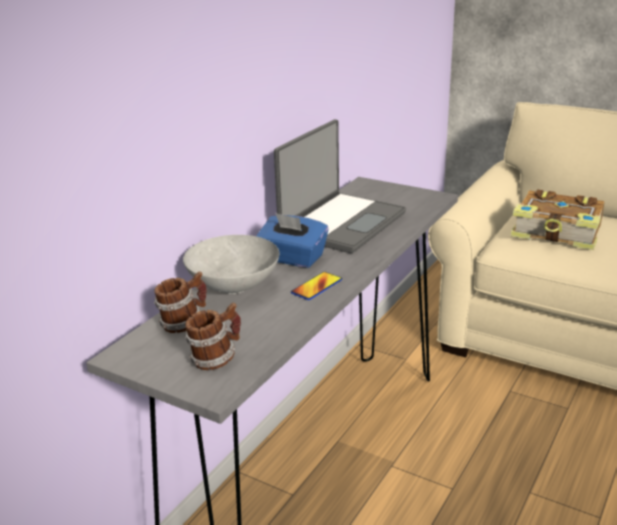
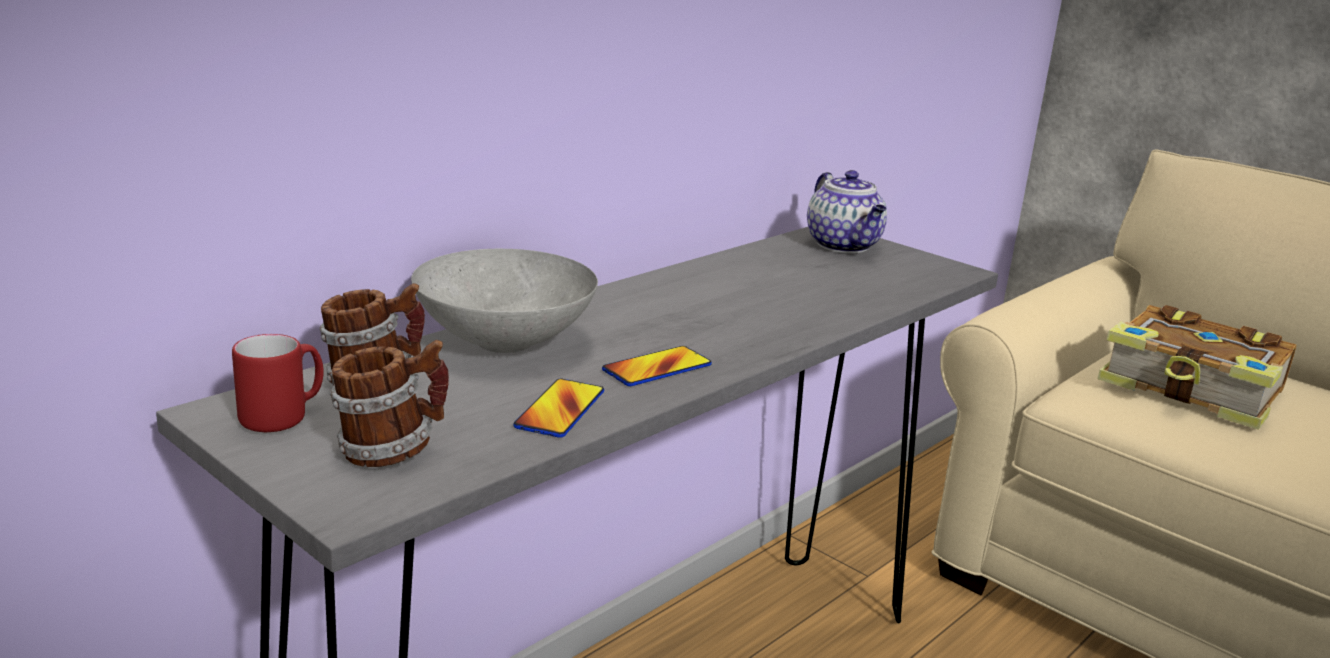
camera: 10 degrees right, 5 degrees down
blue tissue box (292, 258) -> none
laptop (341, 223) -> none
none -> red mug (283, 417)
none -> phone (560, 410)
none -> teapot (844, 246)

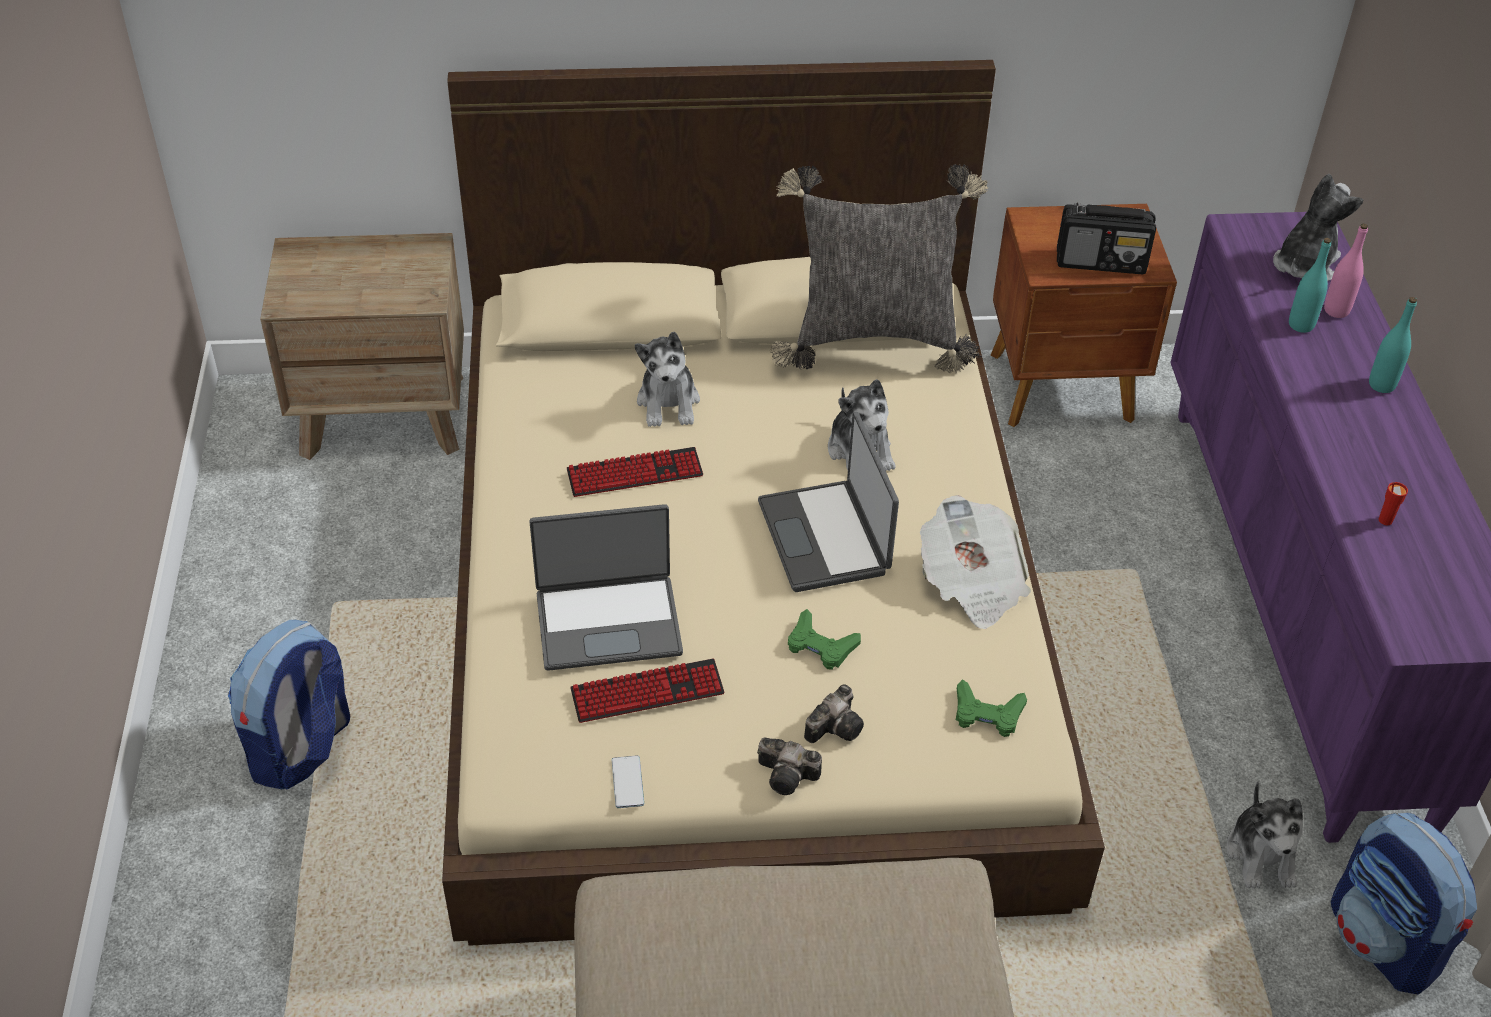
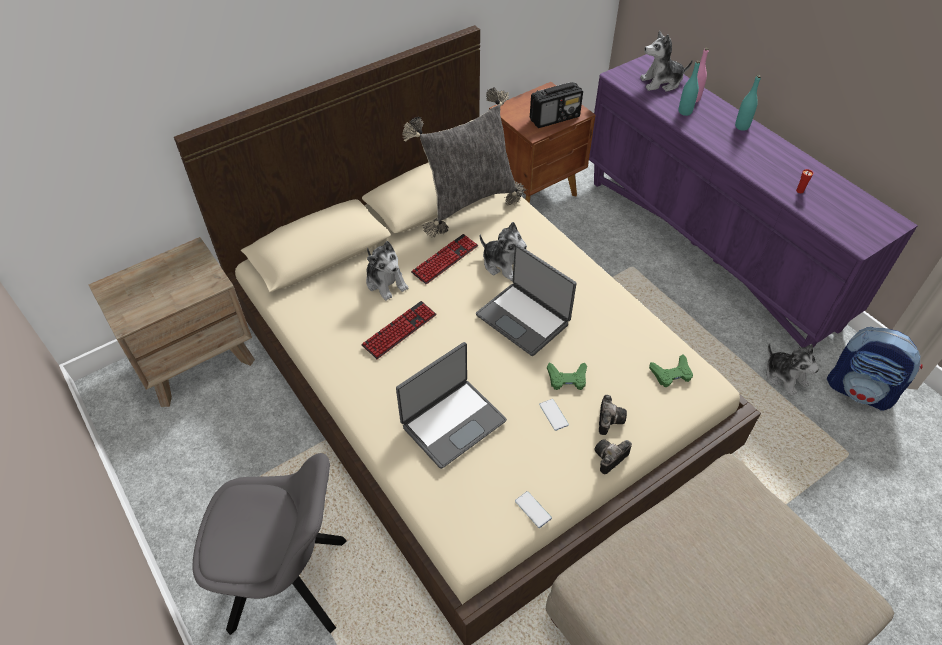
camera: 30 degrees left, 5 degrees up
newspaper (972, 583) -> none
none -> phone (553, 414)
keyboard (647, 692) -> keyboard (445, 260), moved
backpack (301, 749) -> grey chair (290, 583)
photo camera (789, 776) -> photo camera (609, 459), 150 degrees clockwise
plush toy (1304, 265) -> plush toy (661, 82), 105 degrees counterclockwise

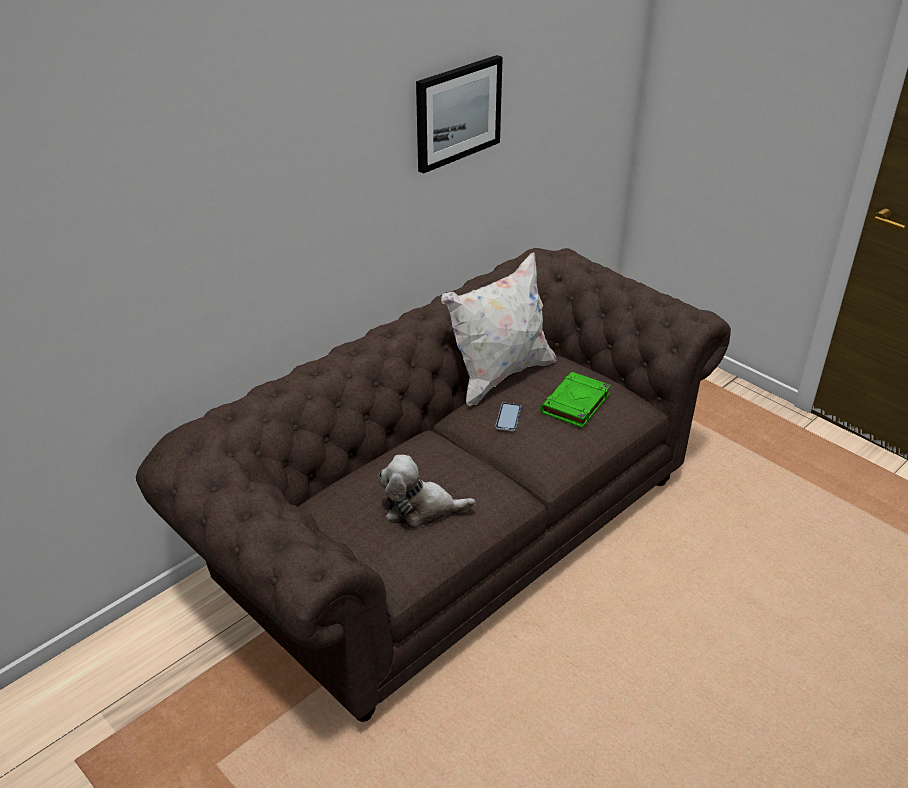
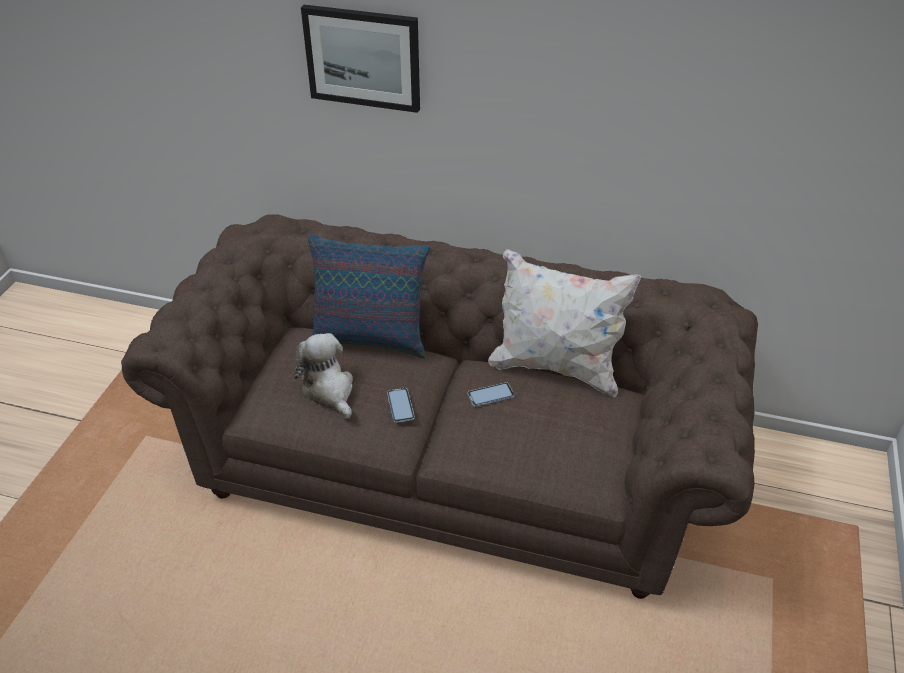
camera: 60 degrees right, 5 degrees up
green book (575, 404) -> none
none -> blue pillow (370, 341)
none -> phone (400, 406)
picture (457, 112) -> picture (363, 57), moved

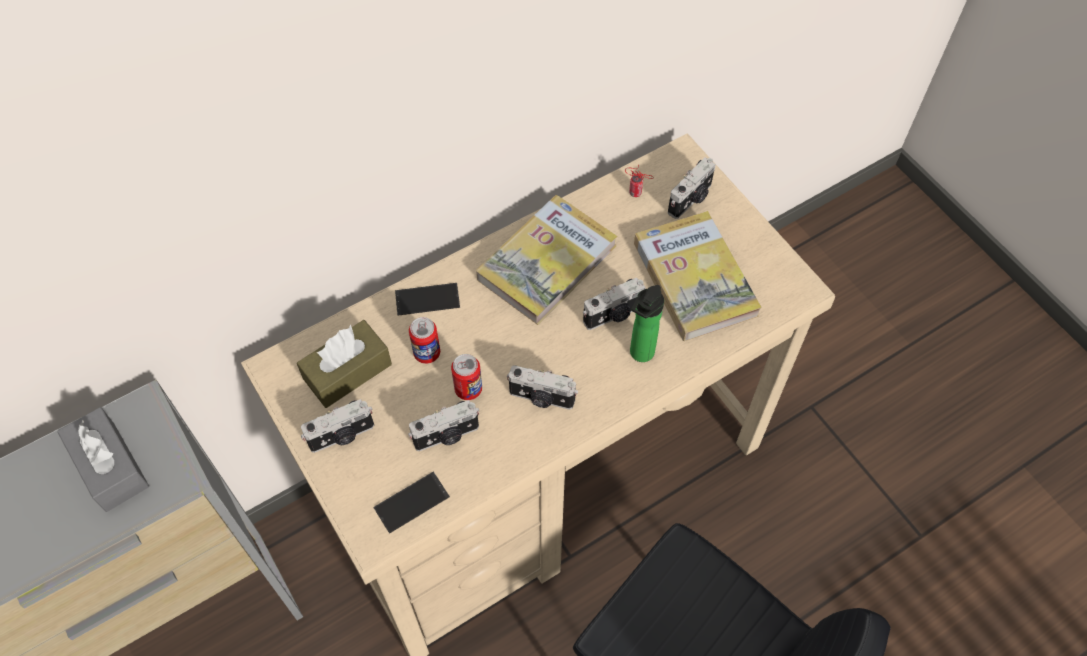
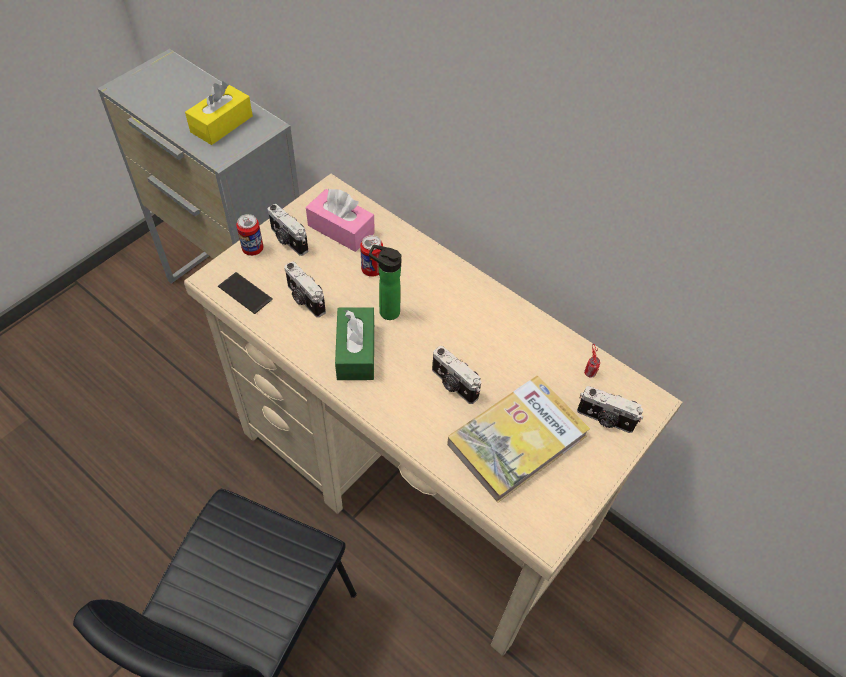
camera: 70 degrees right, 5 degrees down
phone (427, 299) -> none
book (547, 262) -> none
can (468, 389) -> can (253, 249), moved
bottle (639, 355) -> bottle (386, 311), moved
photo camera (541, 398) -> green tissue box (356, 351)
grey tissue box (110, 466) -> yellow tissue box (221, 124)
brown tissue box (347, 372) -> pink tissue box (341, 229)

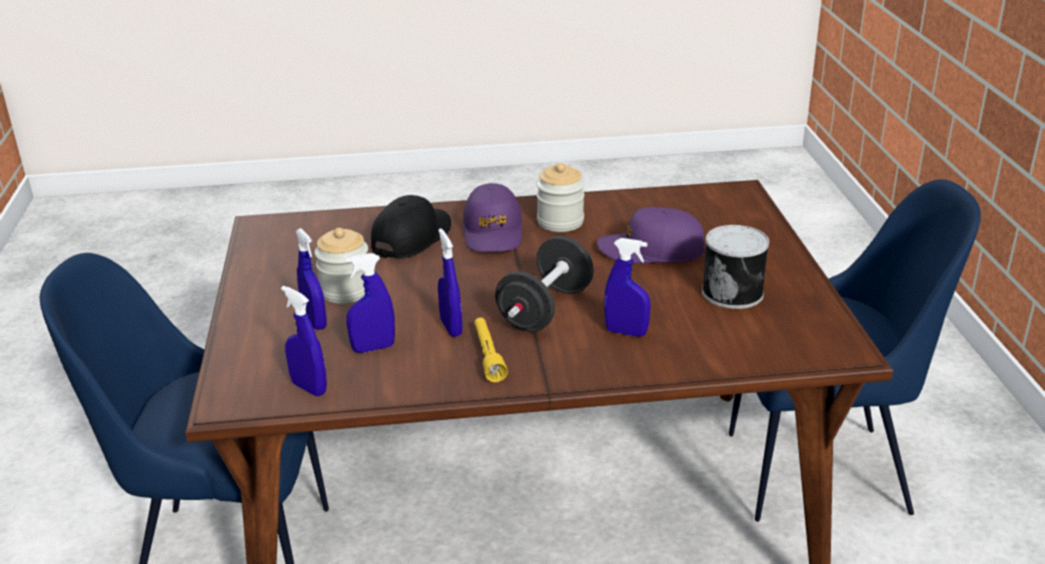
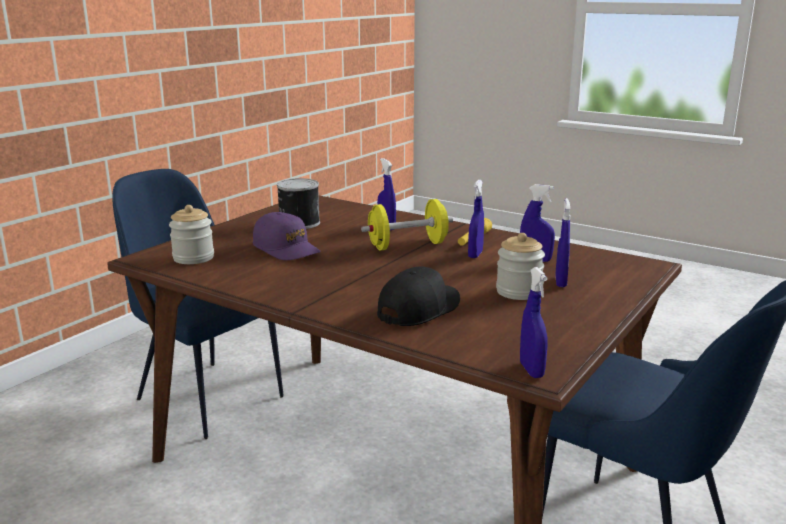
camera: 140 degrees left, 10 degrees down
purple cap (493, 232) -> none
blue spray bottle (309, 388) -> blue spray bottle (531, 370), moved
jar (560, 222) -> jar (193, 258), moved
black dumbbell (545, 309) -> yellow dumbbell (407, 245)
black cap (411, 237) -> black cap (419, 309), 150 degrees clockwise

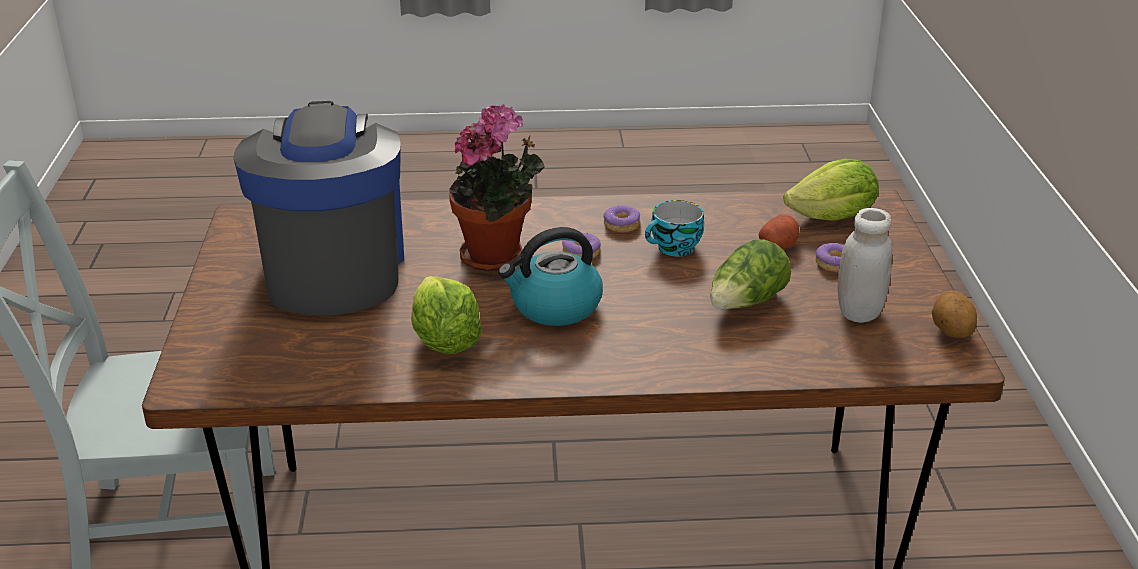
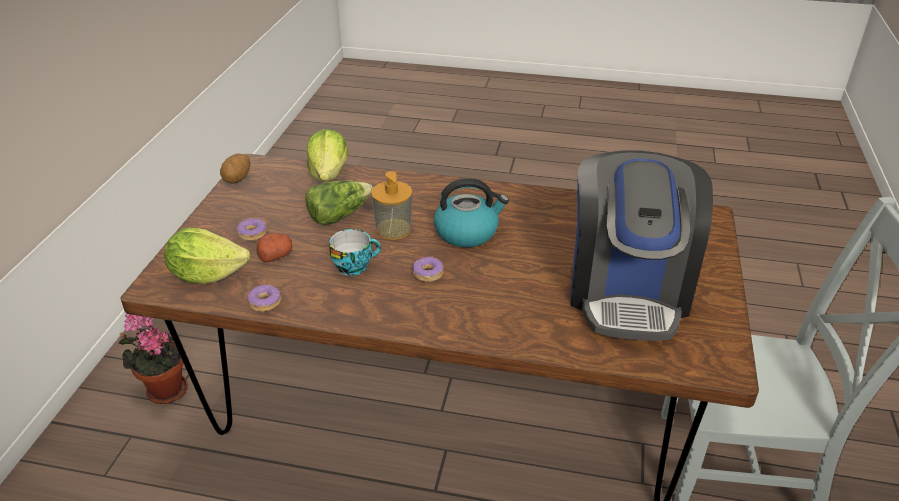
camera: 165 degrees left, 5 degrees up
white jar (859, 312) -> none
none -> soap dispenser (393, 229)
lettuce (445, 342) -> lettuce (329, 174), moved
potted plant (497, 256) -> potted plant (164, 389), moved
donut (622, 225) -> donut (265, 302), moved

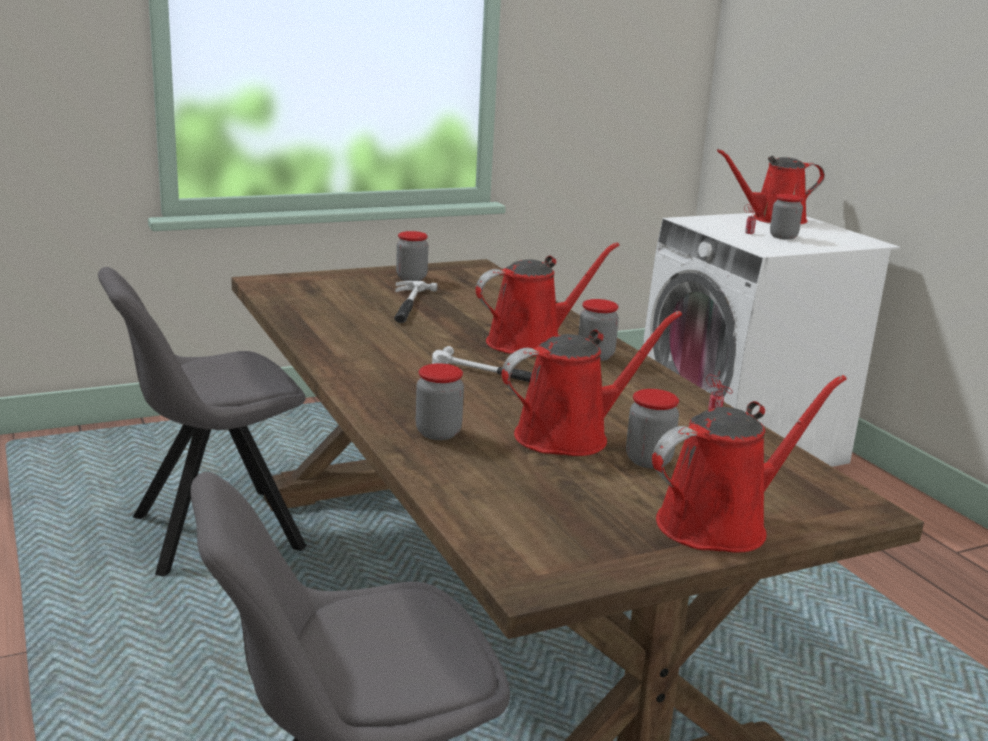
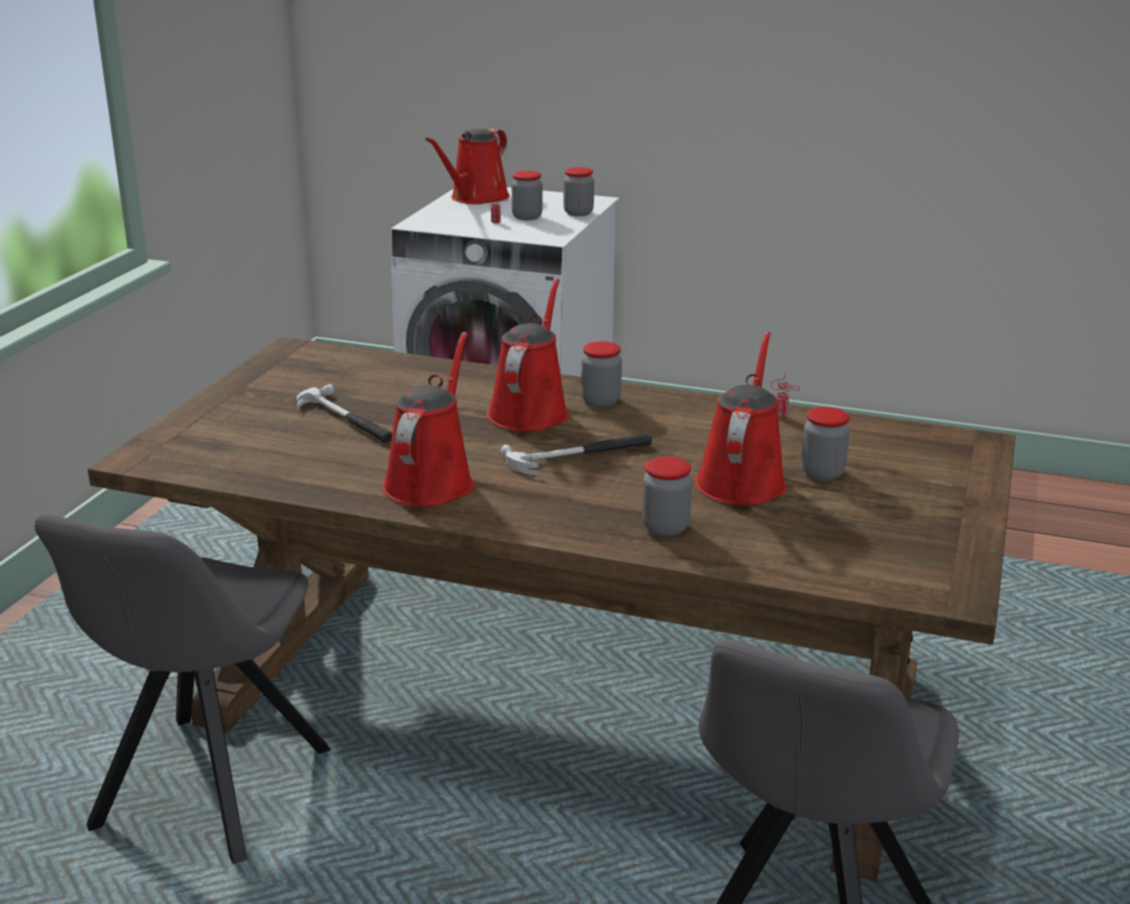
camera: 45 degrees left, 5 degrees up
jar (411, 278) -> jar (578, 213), moved
red watering can (721, 523) -> red watering can (431, 481), moved

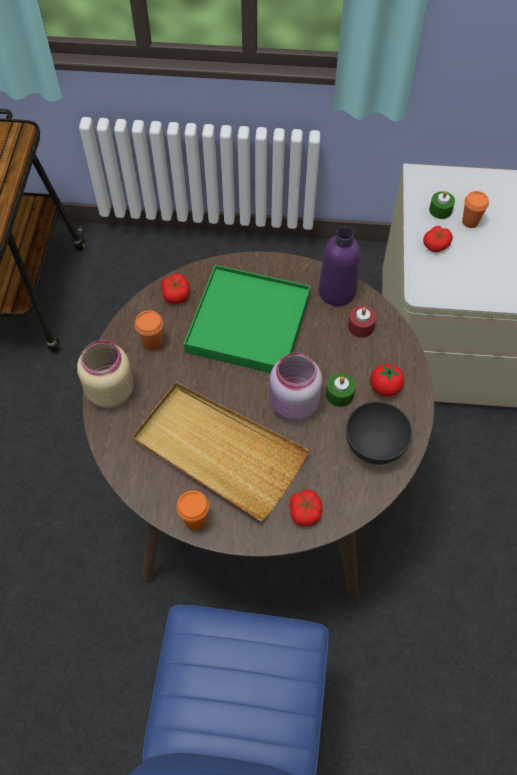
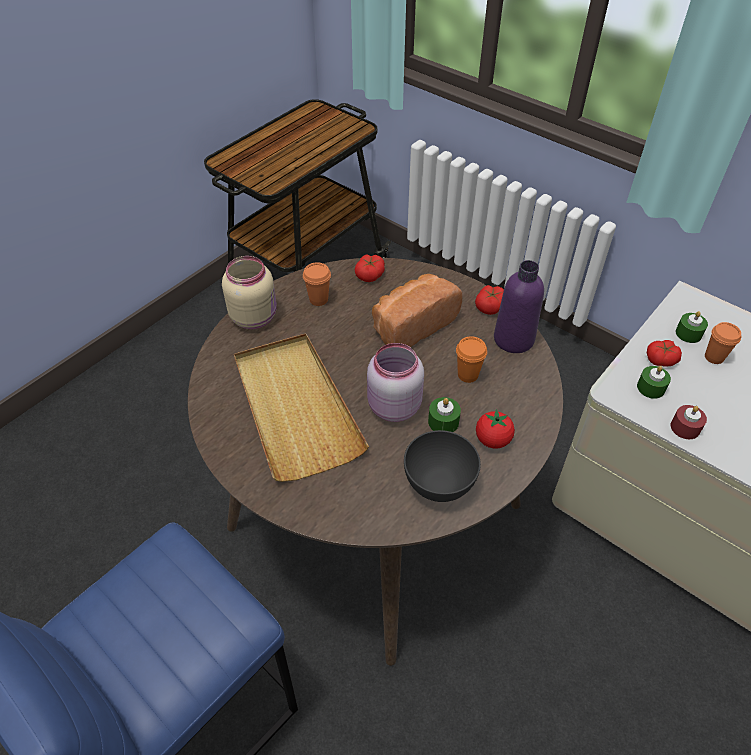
camera: 35 degrees right, 10 degrees down
none -> green candle (651, 388)
orange cup (195, 520) -> orange cup (467, 375), moved
tomato (305, 511) -> tomato (490, 306), moved
red candle (361, 326) -> red candle (685, 427), moved
green tray (249, 323) -> bread (411, 324)

